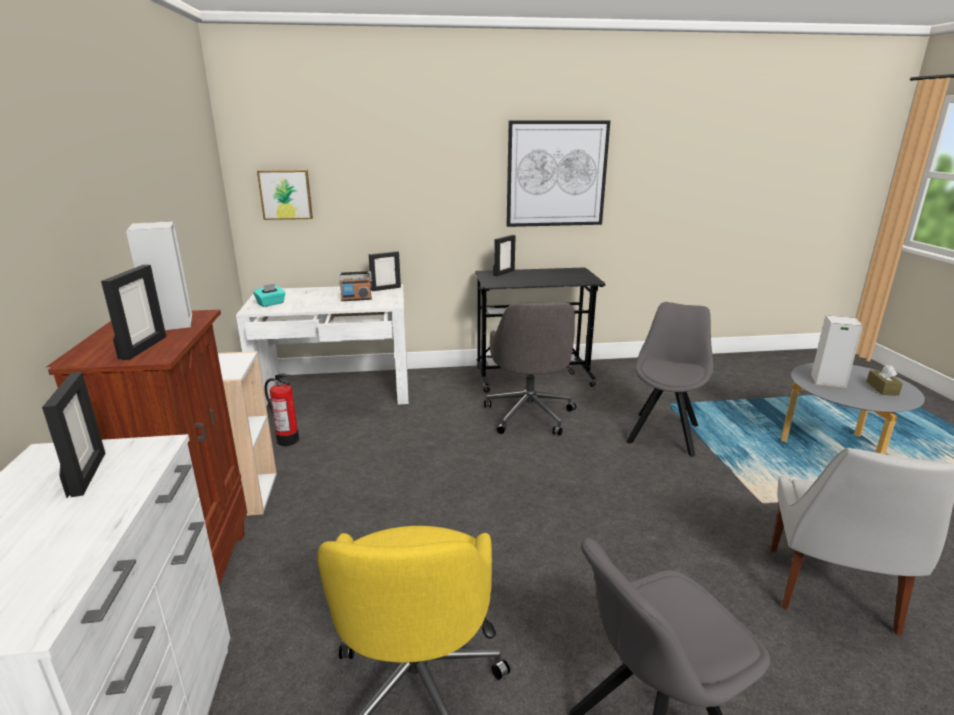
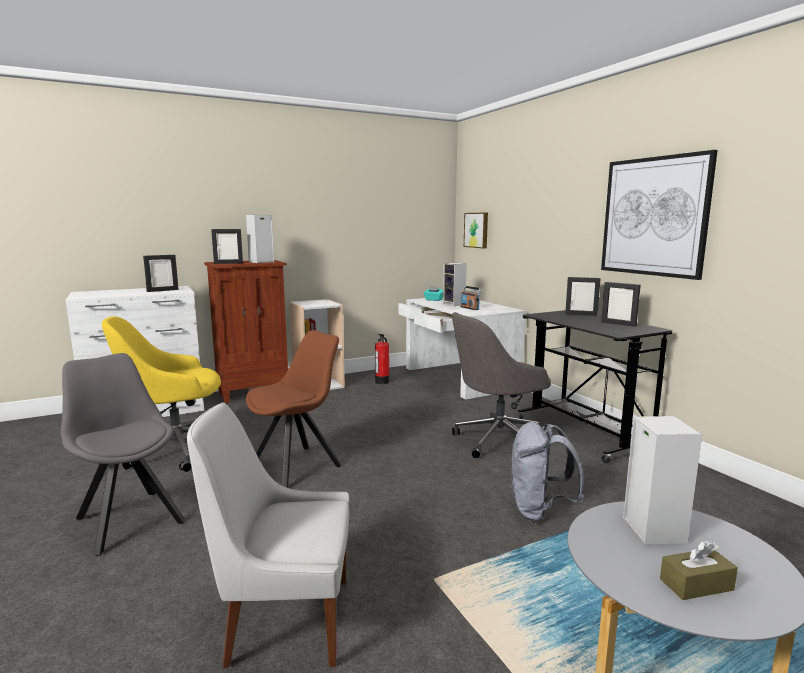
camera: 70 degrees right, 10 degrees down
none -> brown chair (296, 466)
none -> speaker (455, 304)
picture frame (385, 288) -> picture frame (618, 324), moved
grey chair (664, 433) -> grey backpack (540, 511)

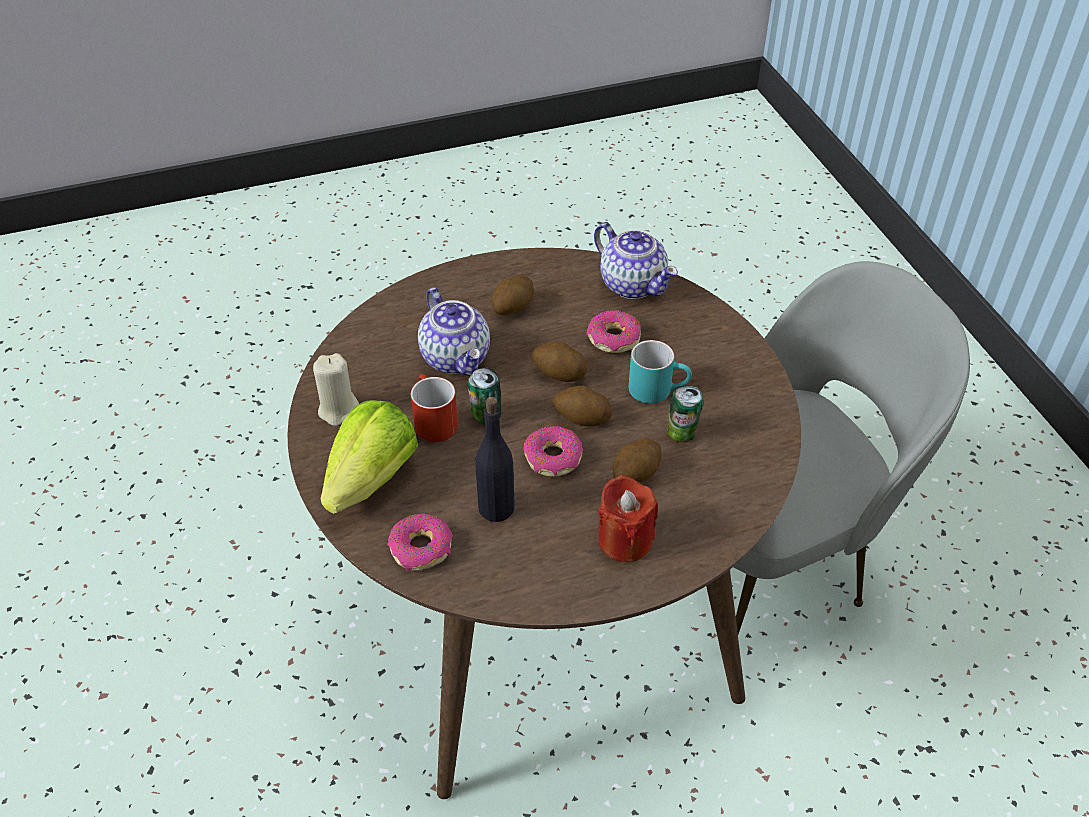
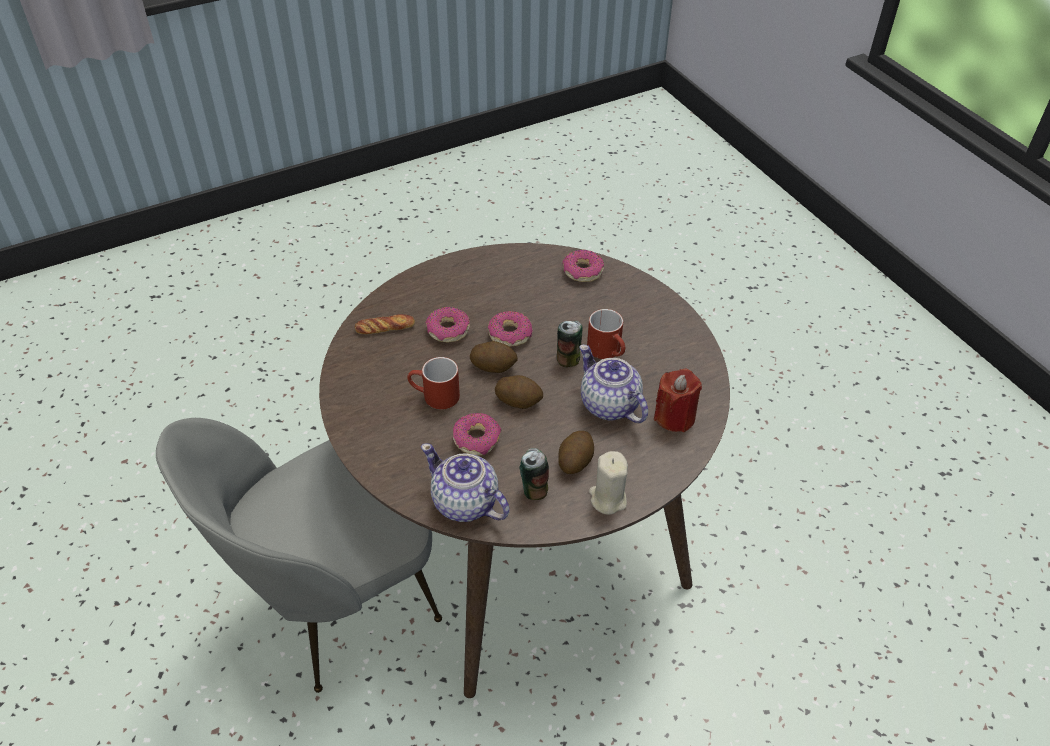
camera: 170 degrees right, 0 degrees up
lettuce (372, 479) -> none
black bottle (496, 507) -> none
none -> bread (385, 328)
beige candle (339, 410) -> beige candle (607, 499), moved
red candle (625, 540) -> red candle (674, 417), moved
can (682, 434) -> can (534, 489), moved
potato (635, 474) -> donut (448, 330)
turquoise mug (658, 389) -> red mug (434, 397)

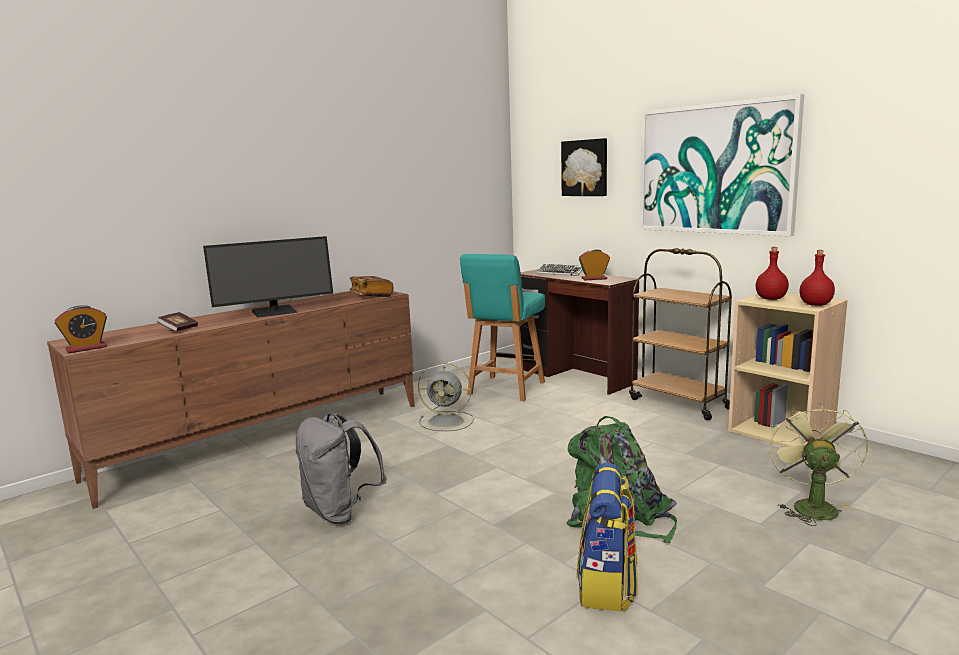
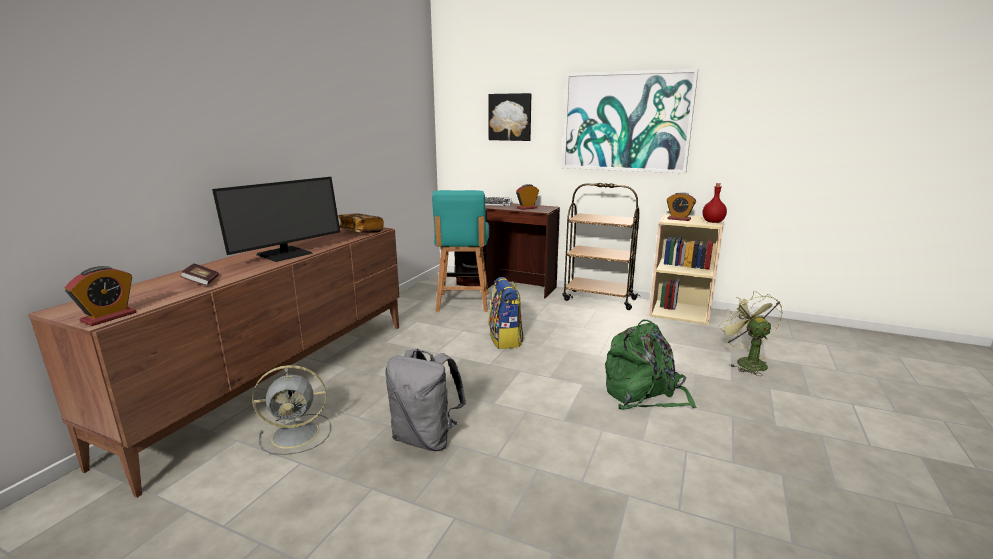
camera: 25 degrees left, 5 degrees up
grey fan (447, 421) -> grey fan (298, 434), moved
backpack (607, 586) -> backpack (506, 340), moved
red bottle (771, 299) -> alarm clock (679, 219)

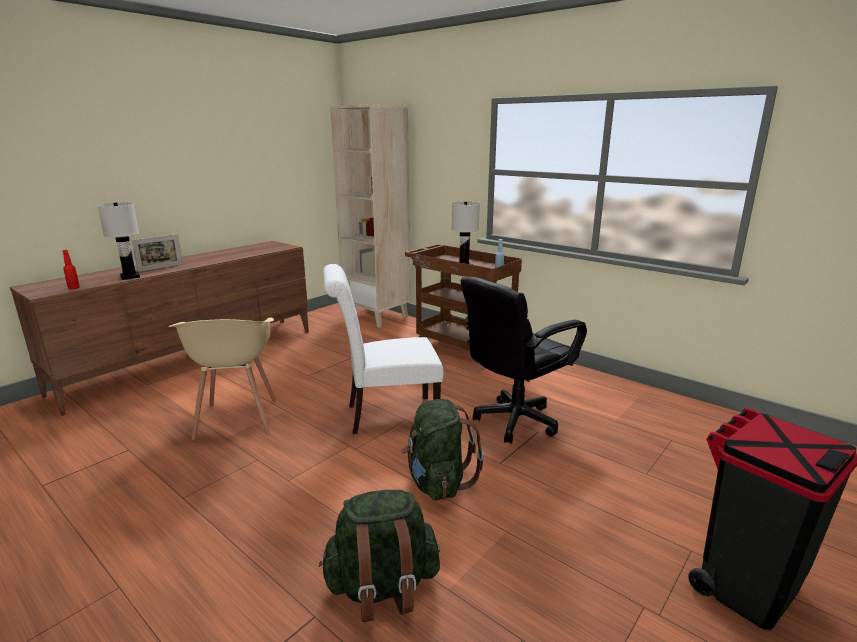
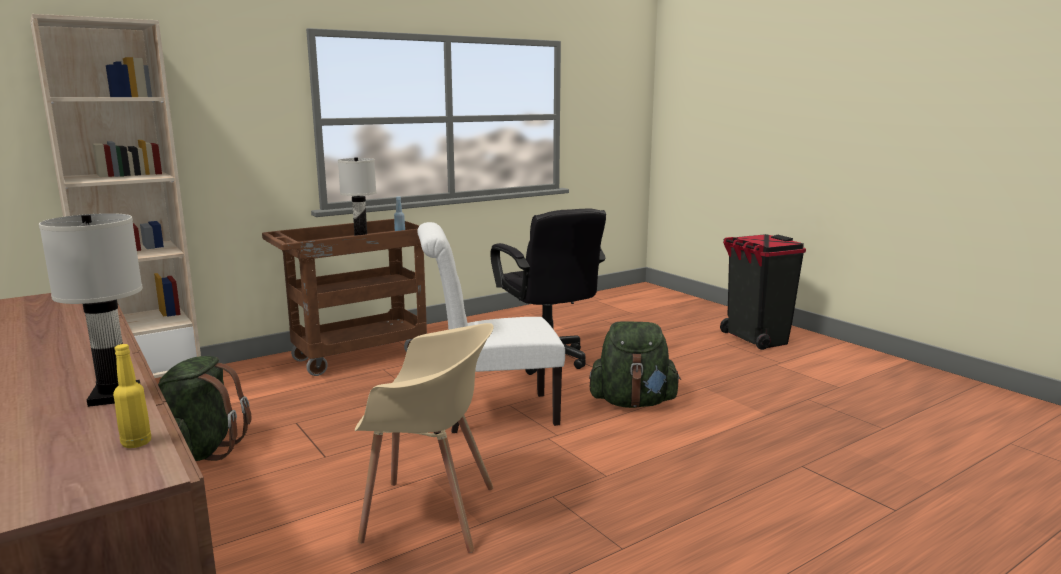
camera: 75 degrees left, 5 degrees down
picture frame (160, 267) -> none
green backpack (382, 587) -> green backpack (201, 451), moved
red bottle (74, 288) -> yellow bottle (136, 443)
white chair (385, 415) -> white chair (492, 413), 75 degrees clockwise

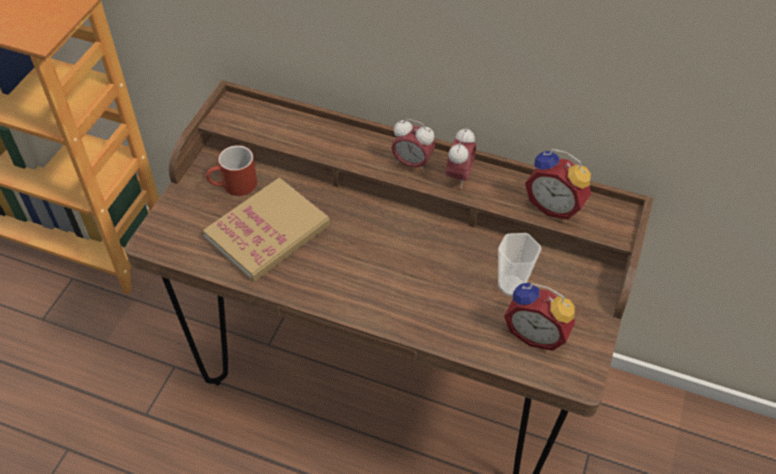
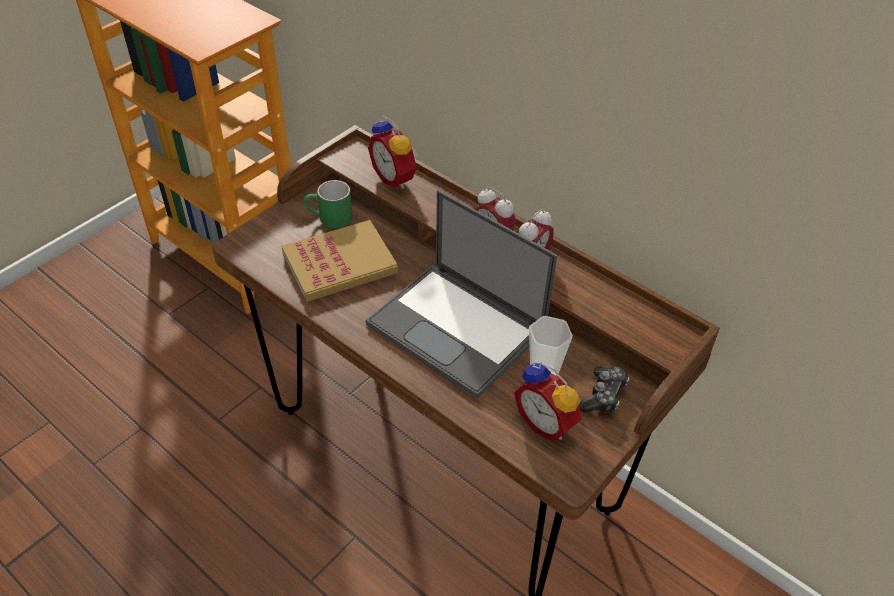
camera: 20 degrees right, 5 degrees down
none -> laptop (458, 328)
none -> game controller (603, 395)
alarm clock (554, 205) -> alarm clock (396, 177), moved
red mug (234, 186) -> green mug (329, 219)

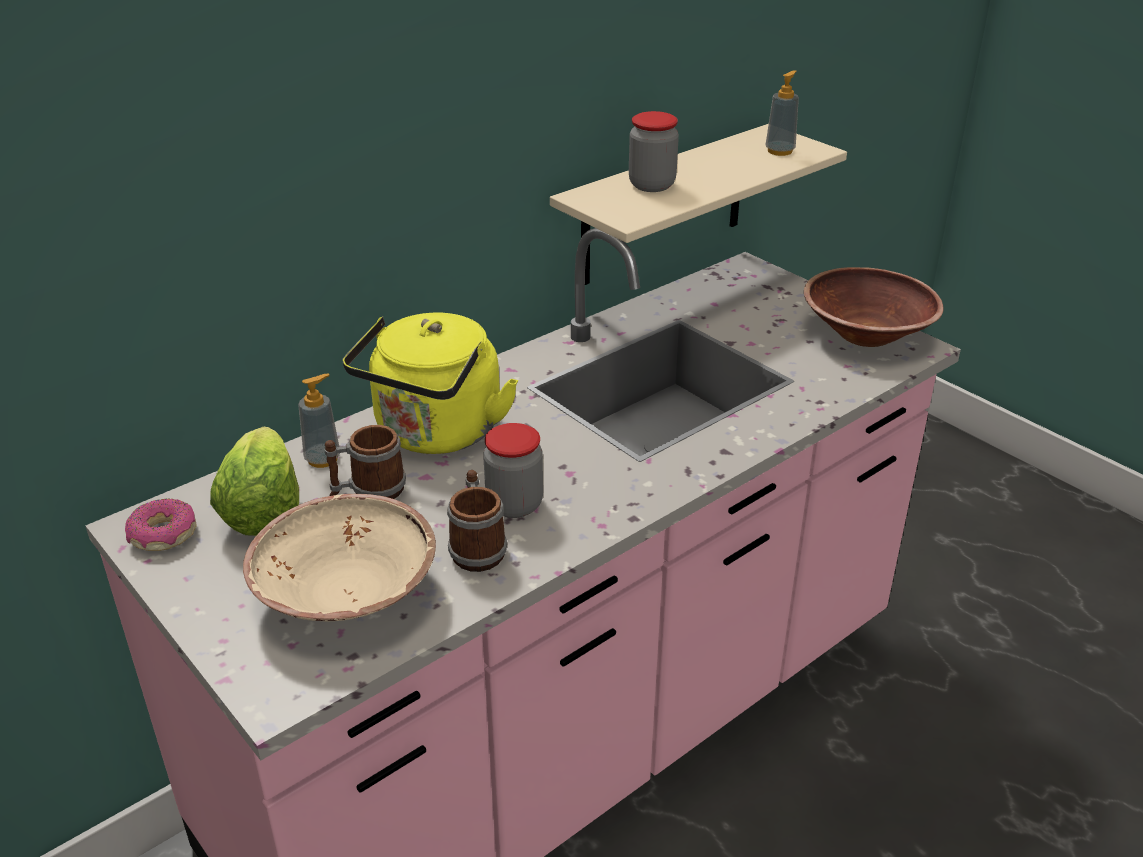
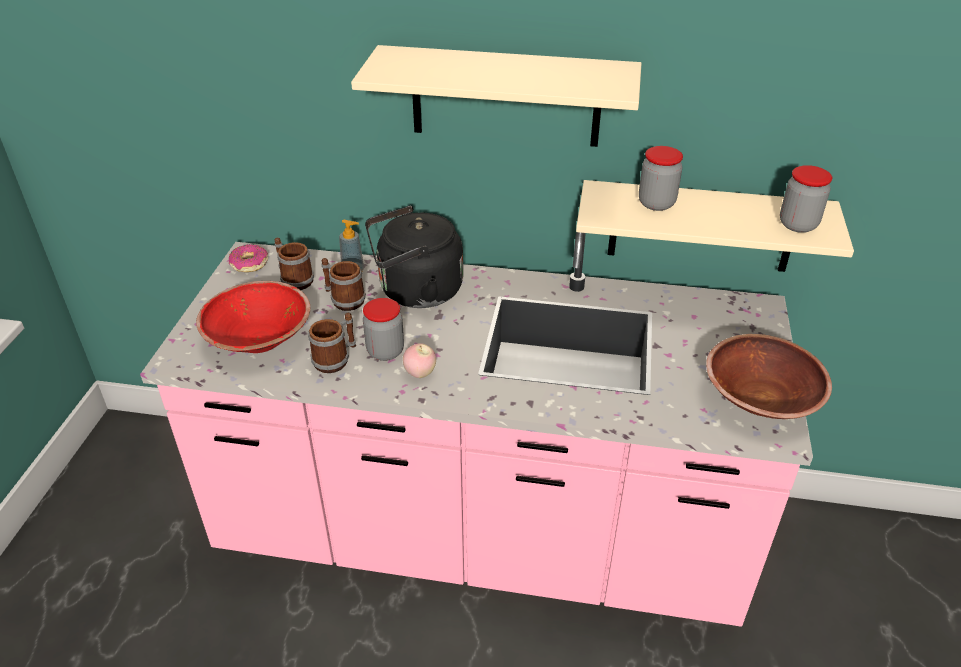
camera: 50 degrees right, 5 degrees up
none -> beige shelf (505, 97)
none -> apple (420, 373)
lettuce (262, 511) -> mug (294, 279)
soap dispenser (780, 151) -> jar (798, 224)
beige bowl (348, 594) -> red bowl (260, 340)
yellow kettle (435, 434) -> black kettle (415, 292)

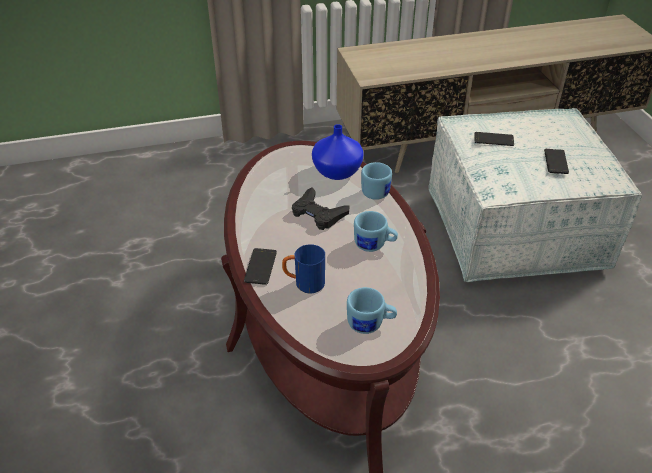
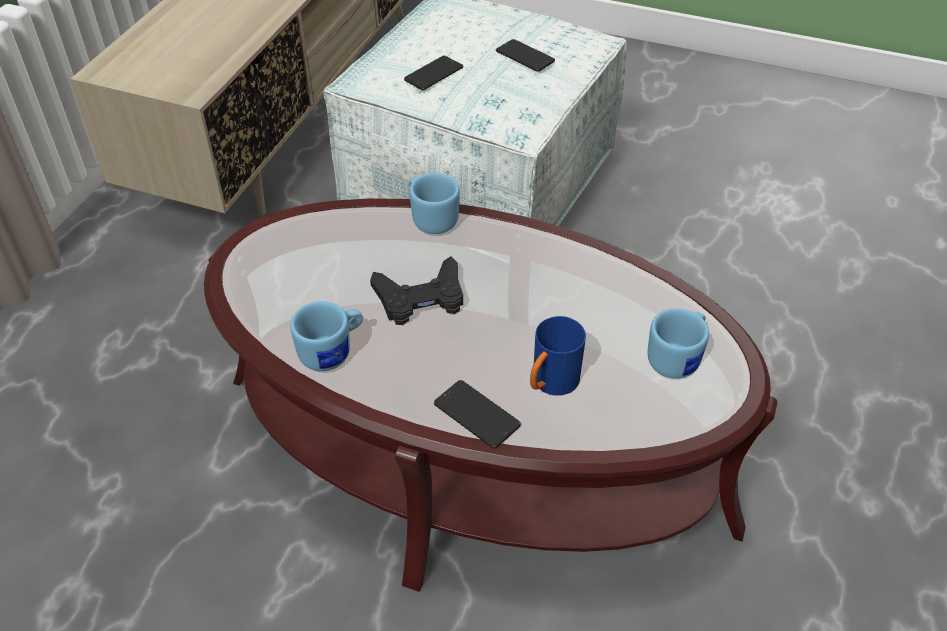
camera: 55 degrees left, 5 degrees up
blue vase (337, 171) -> none
blue mug (374, 245) -> blue mug (333, 352), moved

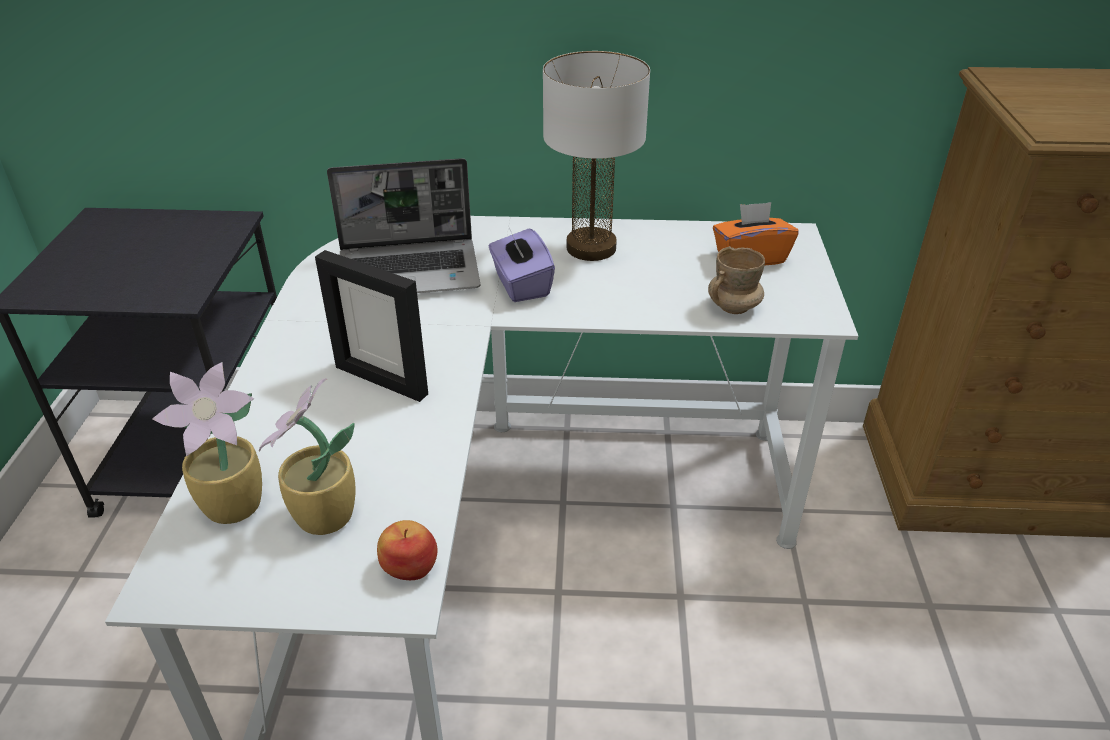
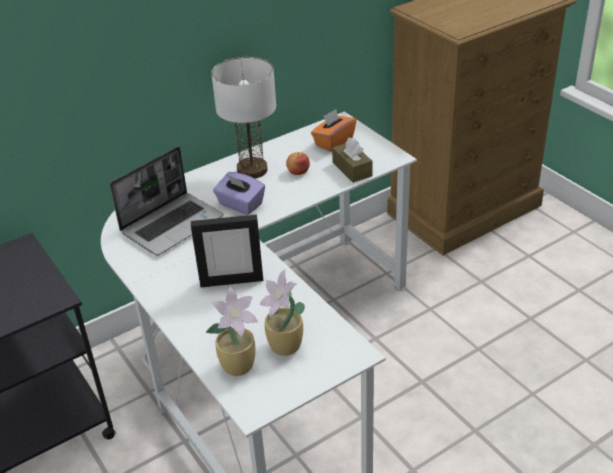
camera: 35 degrees left, 0 degrees up
apple (409, 566) -> apple (298, 171), moved
beige mug (733, 306) -> brown tissue box (352, 169)

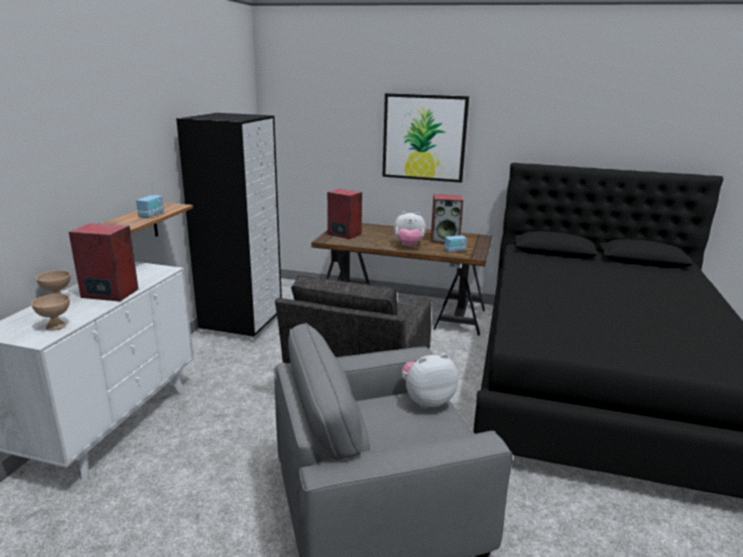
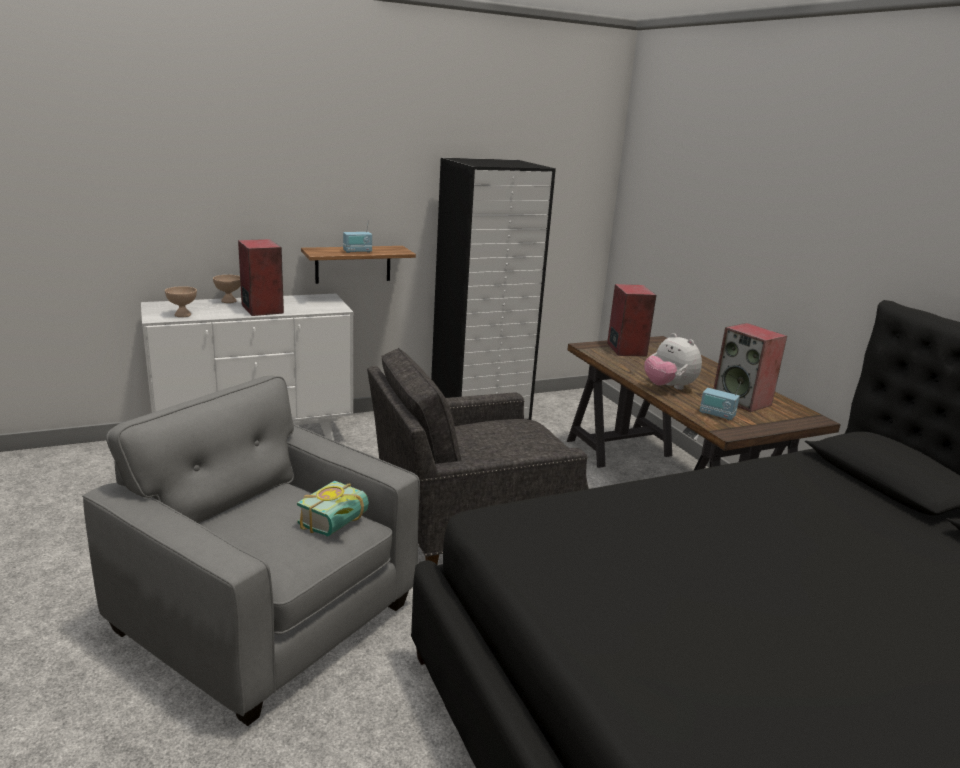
camera: 50 degrees right, 0 degrees up
picture (424, 137) -> none
plush toy (426, 400) -> book (338, 524)

